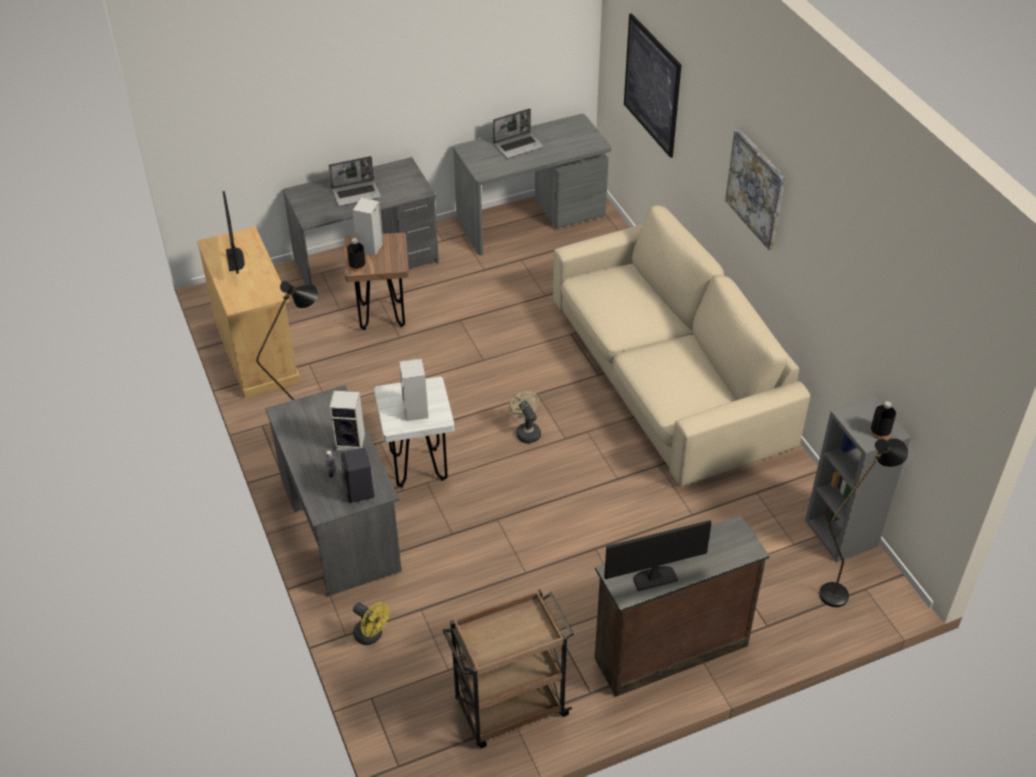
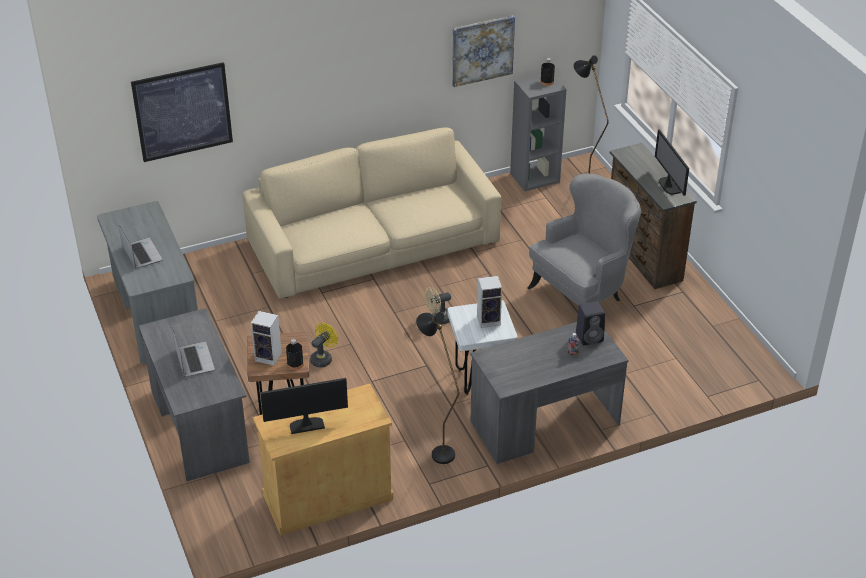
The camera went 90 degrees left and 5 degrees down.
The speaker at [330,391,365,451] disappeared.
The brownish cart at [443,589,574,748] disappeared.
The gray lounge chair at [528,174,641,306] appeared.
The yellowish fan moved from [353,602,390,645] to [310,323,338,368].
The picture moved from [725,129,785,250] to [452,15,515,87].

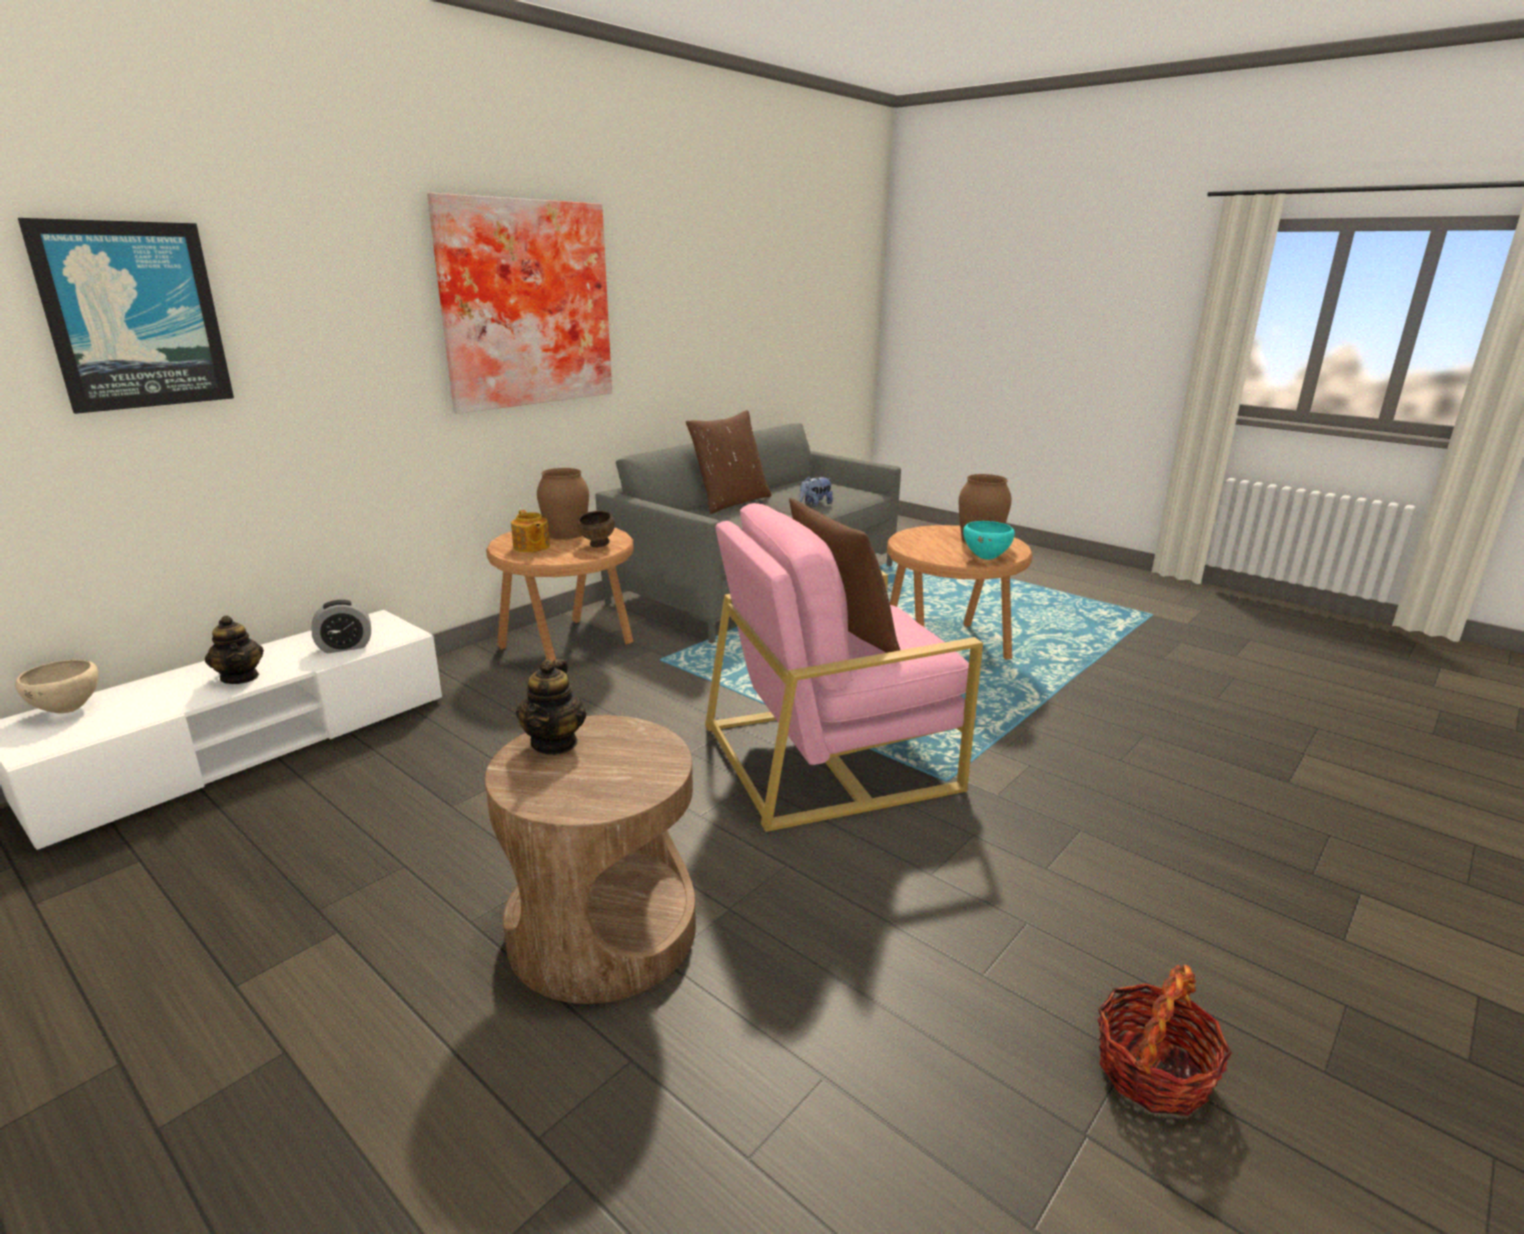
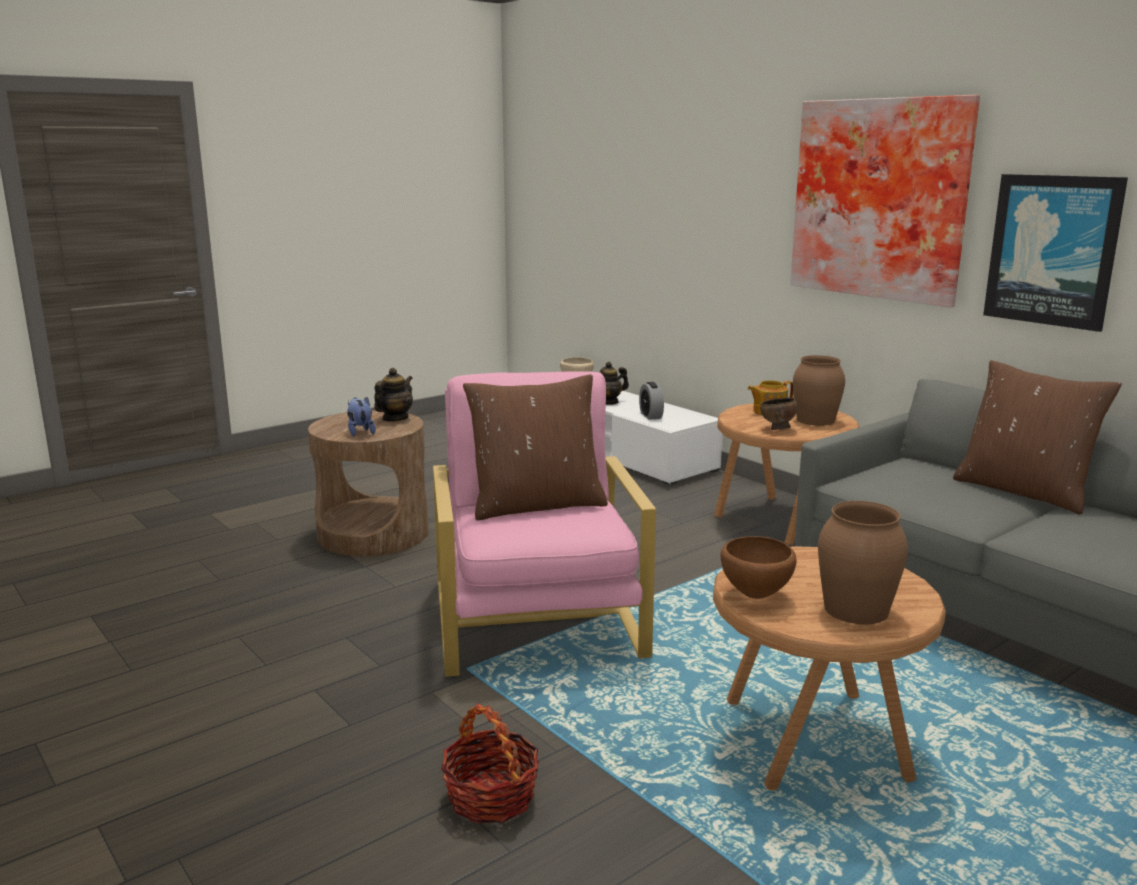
The camera went 100 degrees right and 5 degrees down.
The picture moved from [18,218,234,414] to [983,174,1128,332].
The soft toy moved from [799,476,833,507] to [347,397,376,436].
The basket moved from [1097,965,1232,1116] to [441,703,539,823].
The turquoise-coloured deep dish at [963,521,1015,560] became the brownish deep dish at [721,536,796,599].
The teapot at [516,659,586,755] turned 105 degrees clockwise.

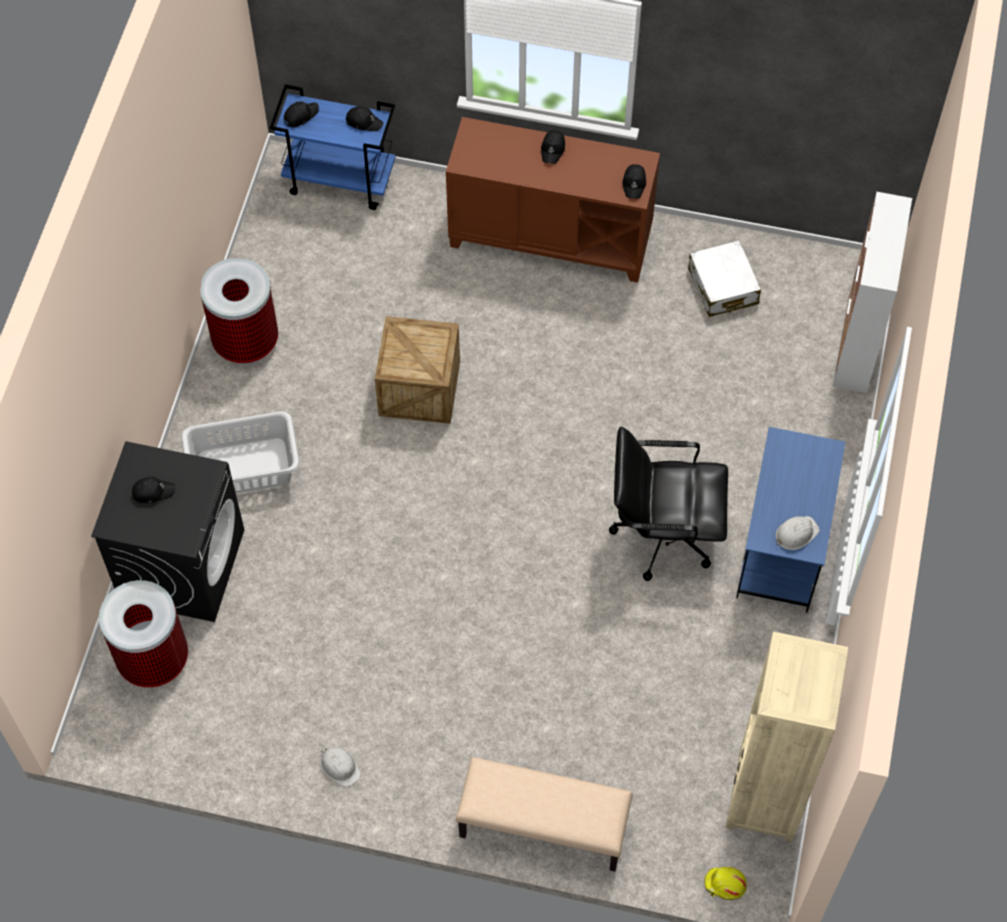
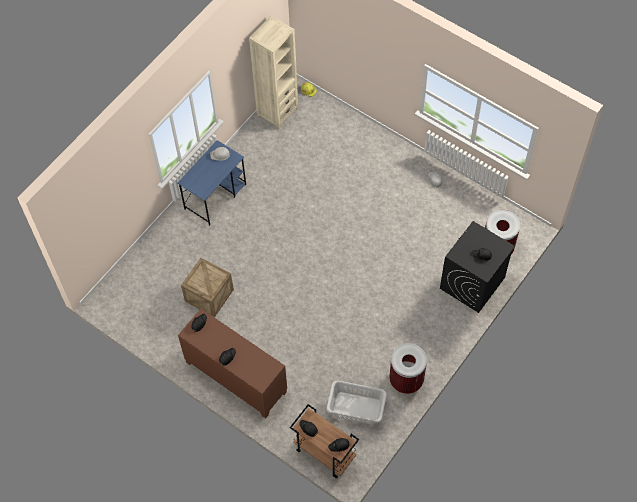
The camera went 155 degrees left and 0 degrees up.
The beige-coloured indoor bench at [456,757,633,871] disappeared.
The black desk chair at [609,427,728,581] disappeared.
The whitish piece of luggage at [688,240,761,317] disappeared.
The cupboard at [833,192,912,393] disappeared.
The gray hamper moved from [182,411,300,494] to [326,381,387,425].
The shipping crate moved from [375,316,460,424] to [181,258,234,317].
The blue cart at [270,84,395,210] became the brownish cart at [290,404,359,478].

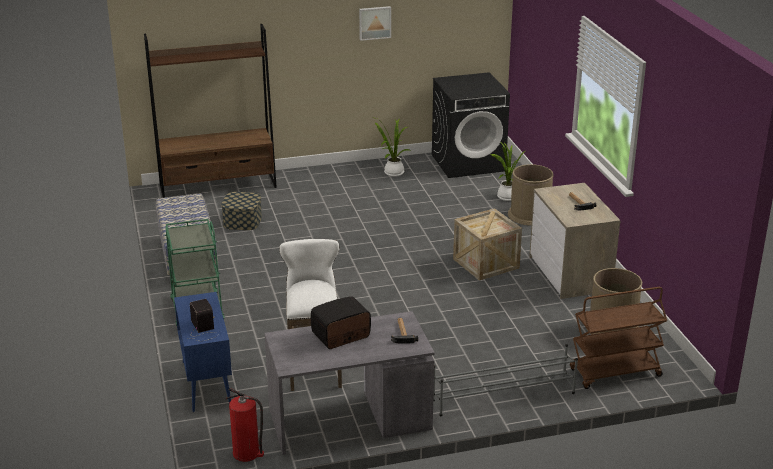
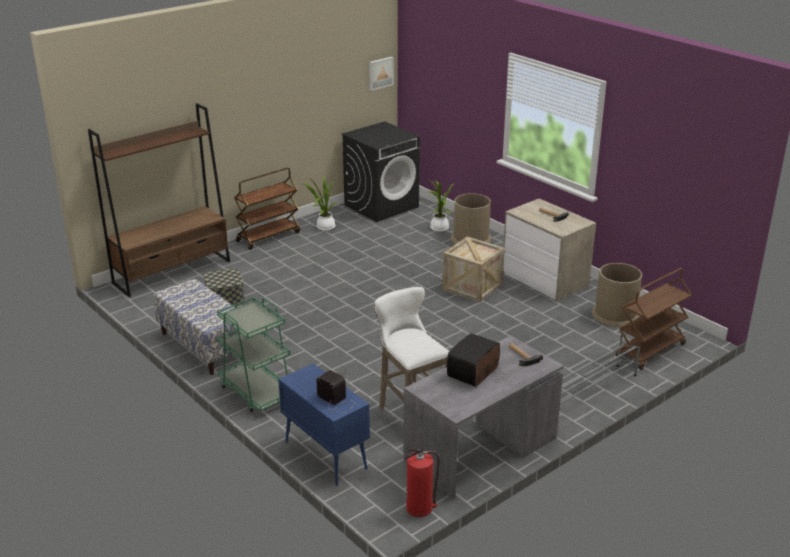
The camera went 25 degrees left and 0 degrees up.
The brownish cart at [234,168,300,250] appeared.
The picture moved from [359,6,391,41] to [369,57,394,90].

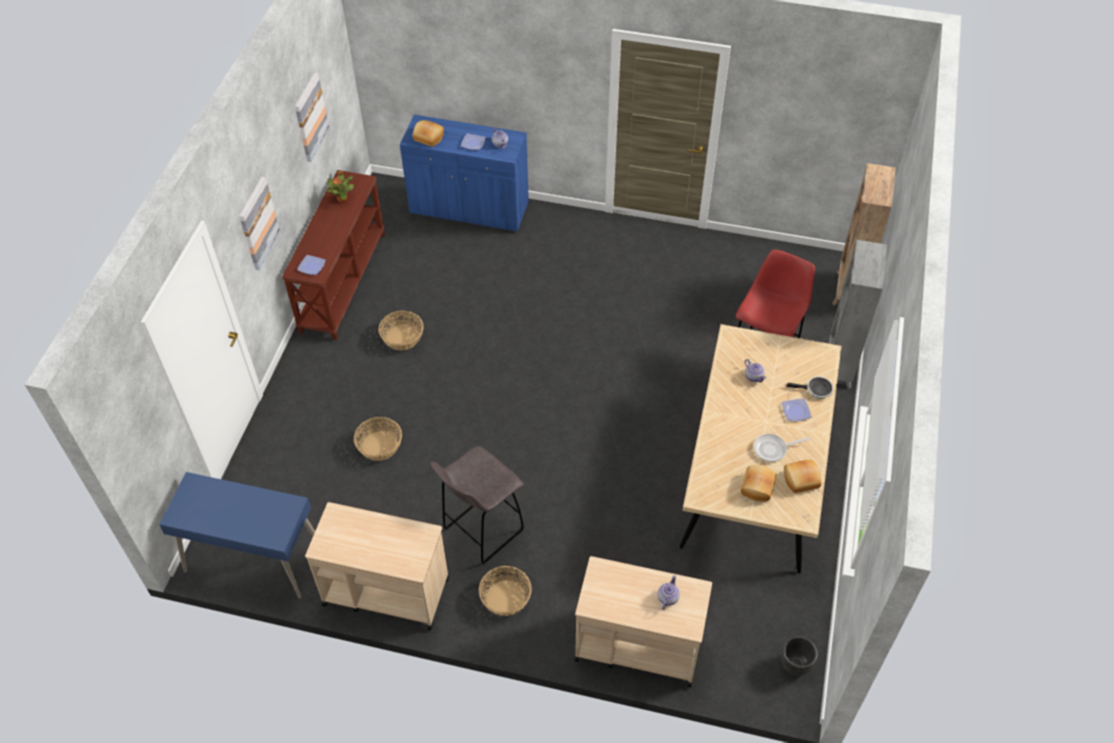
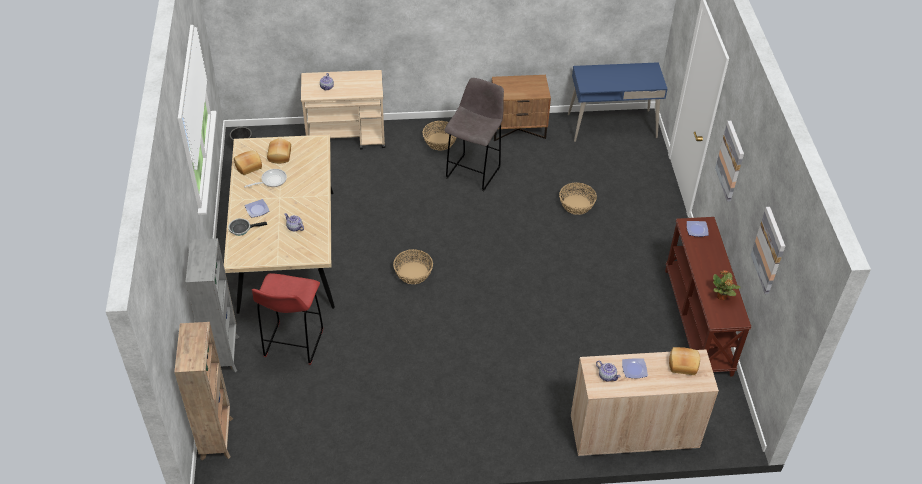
The camera went 160 degrees right and 5 degrees down.
The basket moved from [378,311,423,350] to [393,249,433,284].
The beige-coloured cart at [305,502,449,630] was replaced by the brownish nightstand at [492,75,551,141].
The blue cupboard at [400,115,529,231] became the beige-coloured cupboard at [571,349,719,456].

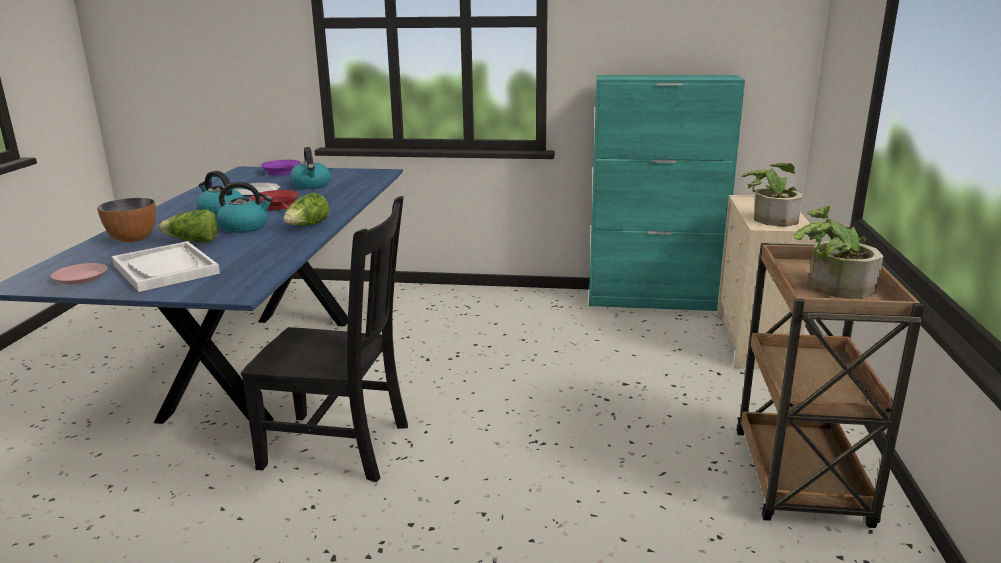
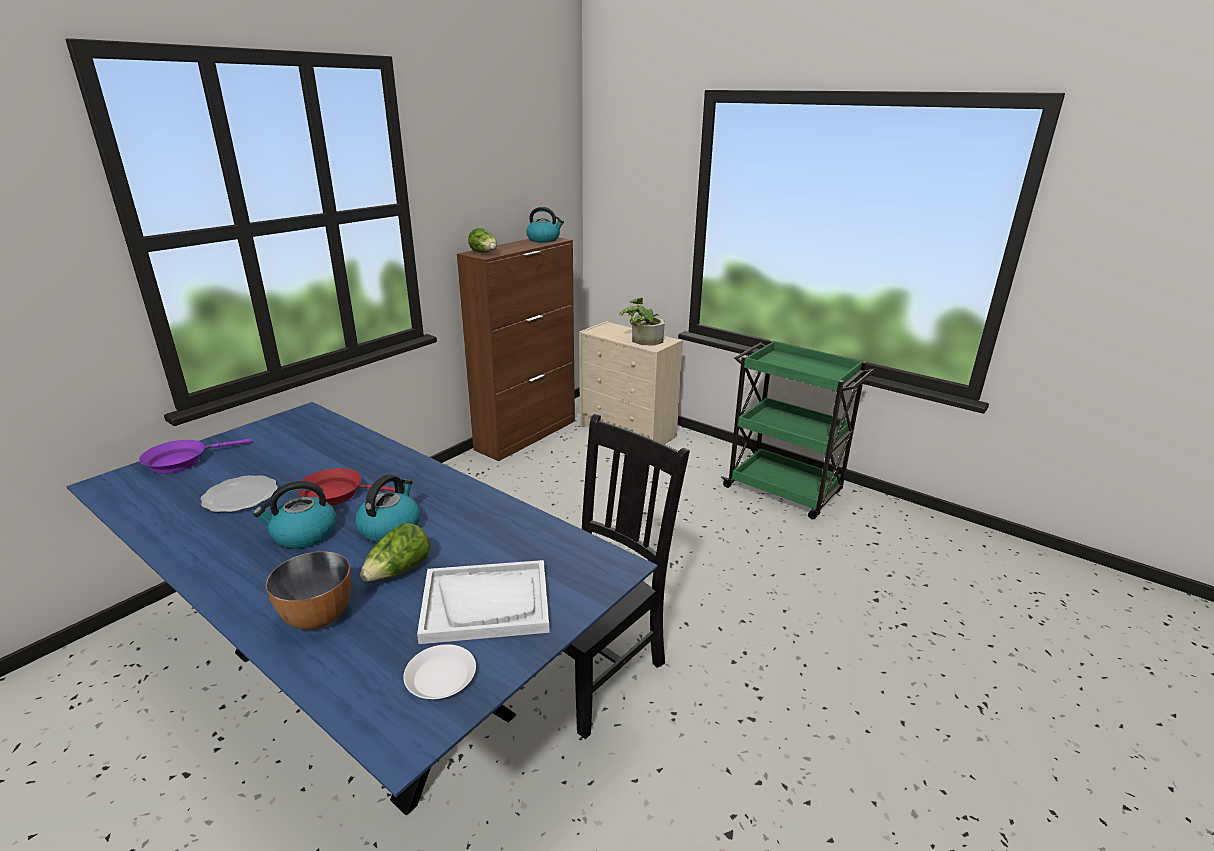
The camera went 60 degrees left and 5 degrees up.
The potted plant at [794,206,883,299] disappeared.
The lettuce head moved from [283,193,329,225] to [468,228,497,253].
The water kettle moved from [290,147,331,189] to [526,207,564,242].
The pinkish plate at [51,263,107,285] became the whitish plate at [403,644,476,699].
The turquoise-coloured cupboard at [589,75,745,311] became the brownish cupboard at [457,237,575,461].
The brownish cart at [736,243,925,528] became the green cart at [721,340,875,519].

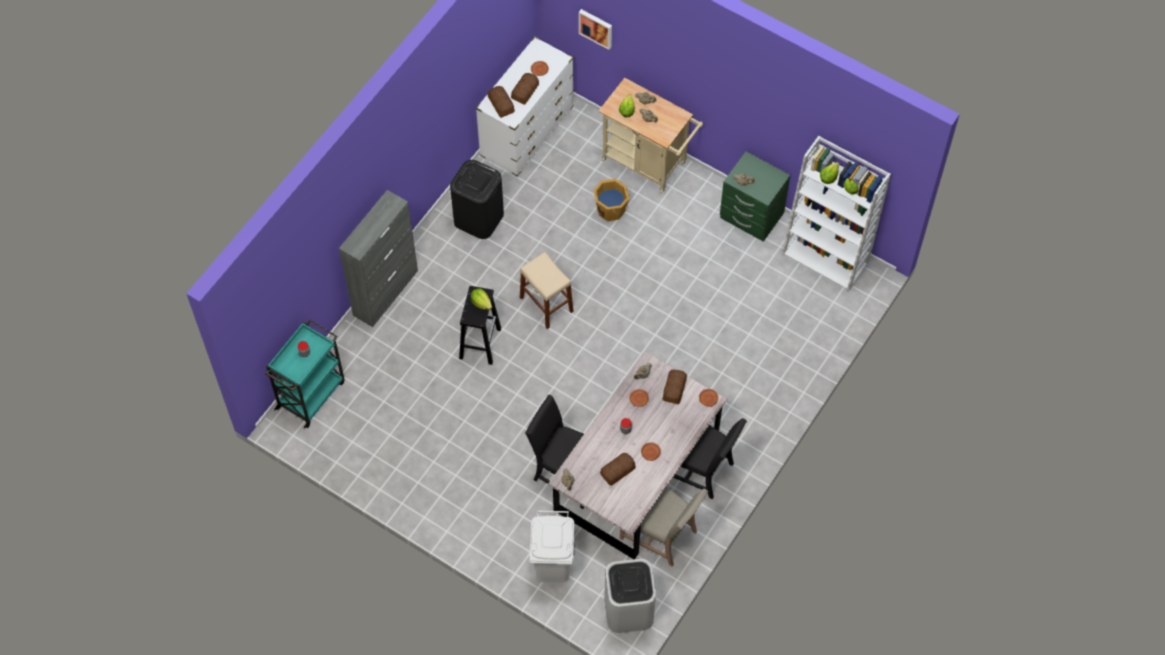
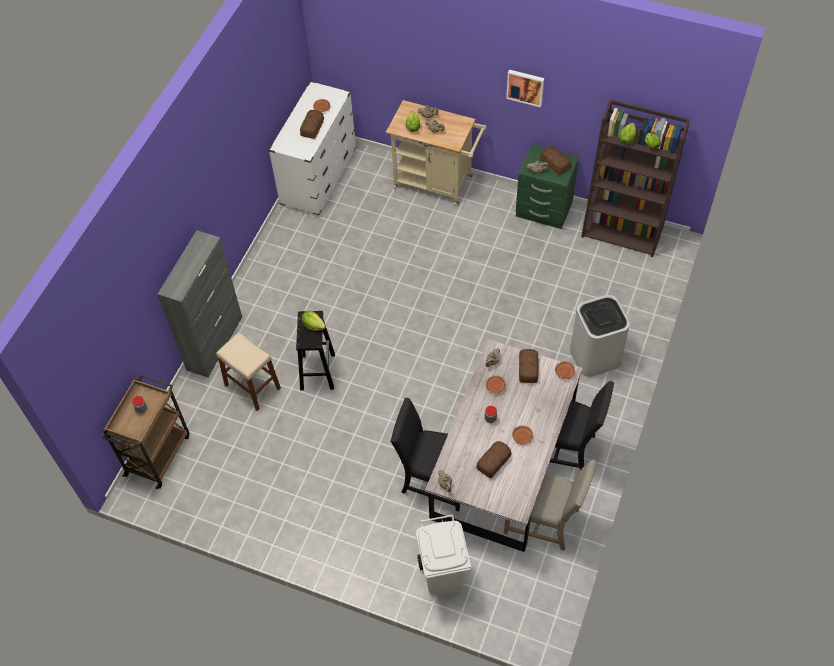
The camera went 10 degrees left and 5 degrees down.
The black waste bin at [450,160,504,239] disappeared.
The orange water bucket at [594,179,630,221] disappeared.
The bakery bread moved from [488,86,515,118] to [540,146,571,175].
The beige-coloured stool seat moved from [520,252,574,329] to [216,332,281,411].
The picture moved from [579,9,612,50] to [506,70,544,108].
The whitish waste bin moved from [605,559,656,633] to [570,295,630,377].
The turquoise-coloured cart at [265,319,345,428] became the brownish cart at [103,375,189,489].
The whitish shelving unit at [781,136,891,292] became the brownish shelving unit at [581,99,690,257].

